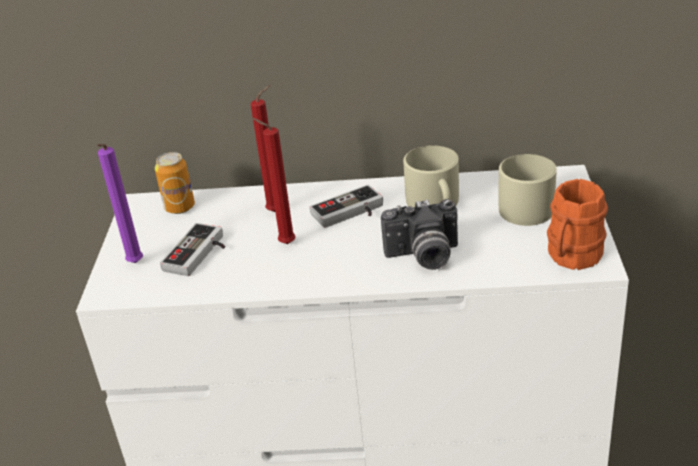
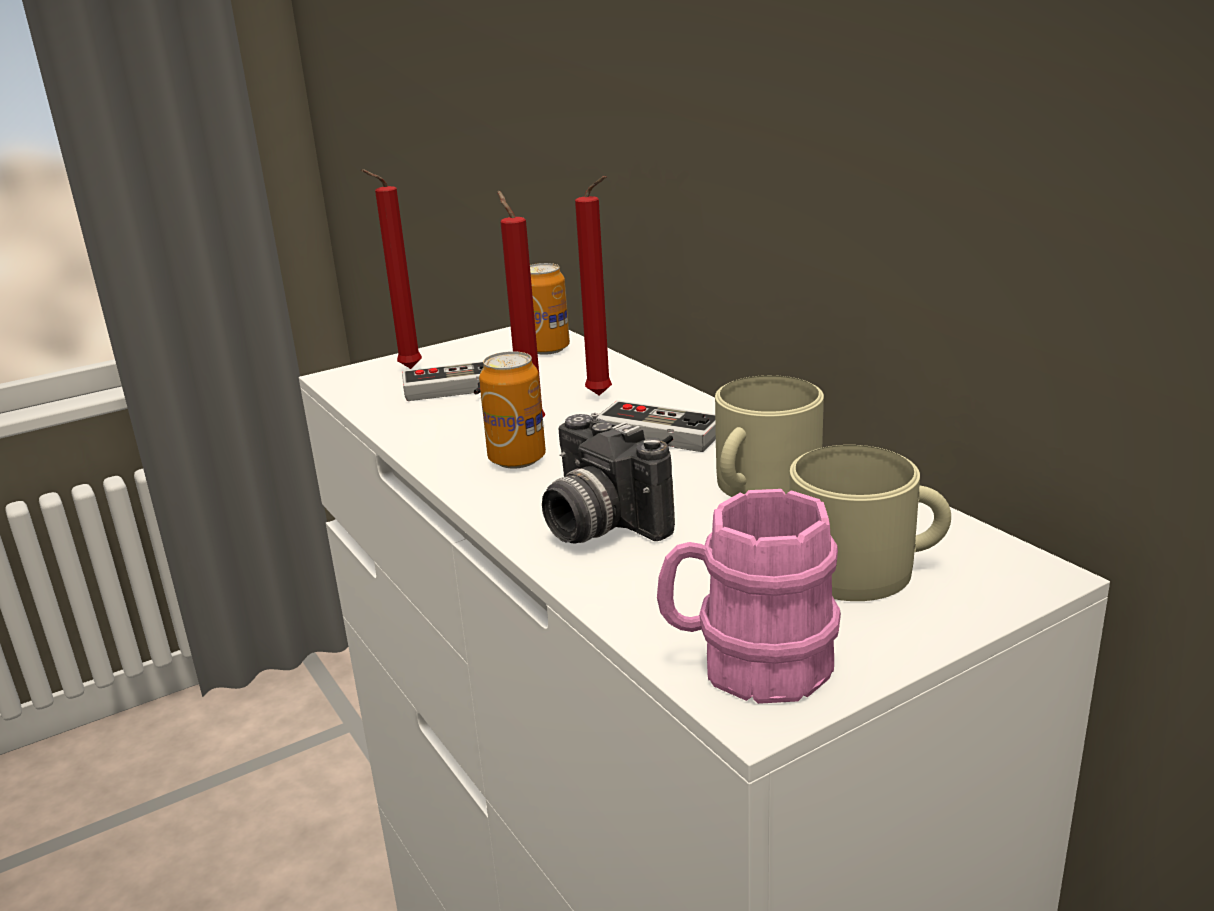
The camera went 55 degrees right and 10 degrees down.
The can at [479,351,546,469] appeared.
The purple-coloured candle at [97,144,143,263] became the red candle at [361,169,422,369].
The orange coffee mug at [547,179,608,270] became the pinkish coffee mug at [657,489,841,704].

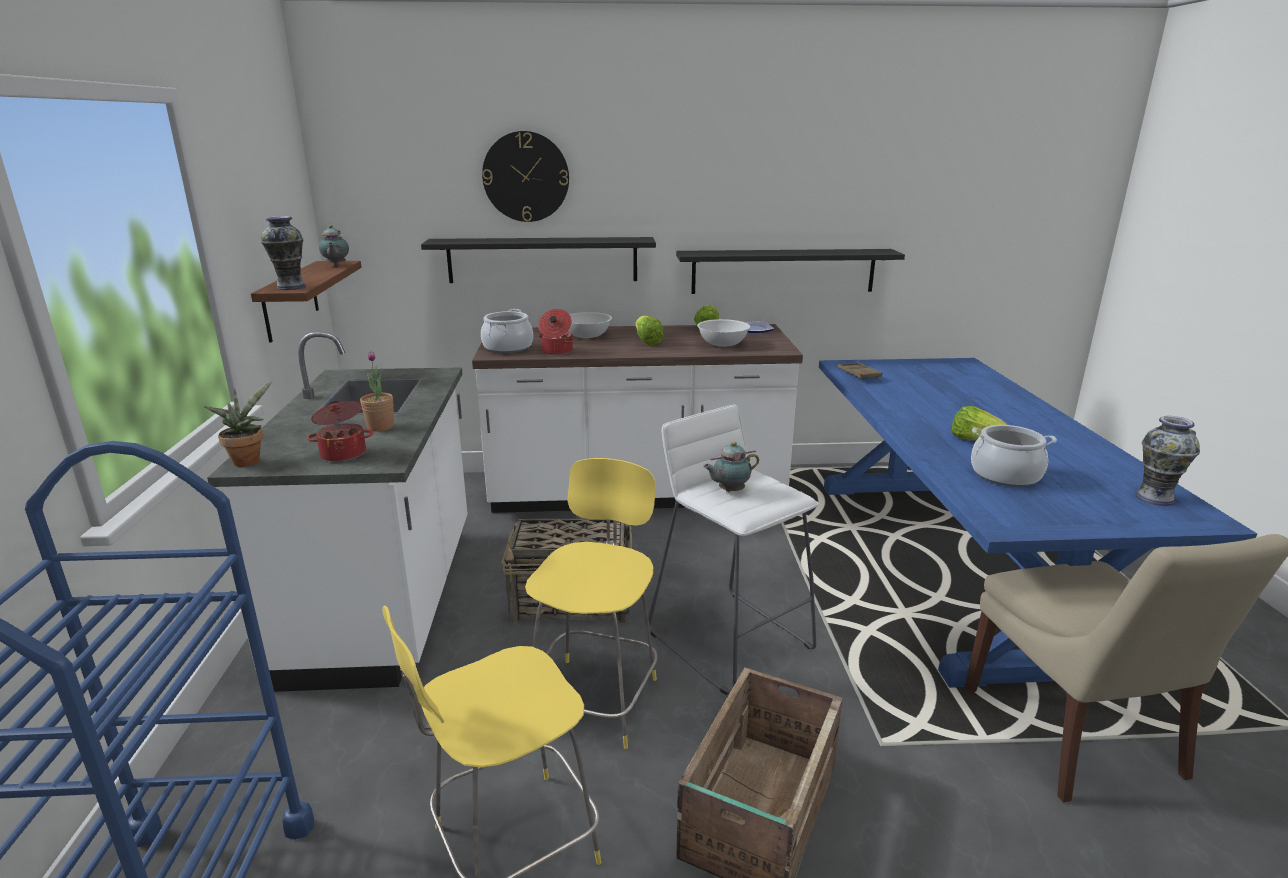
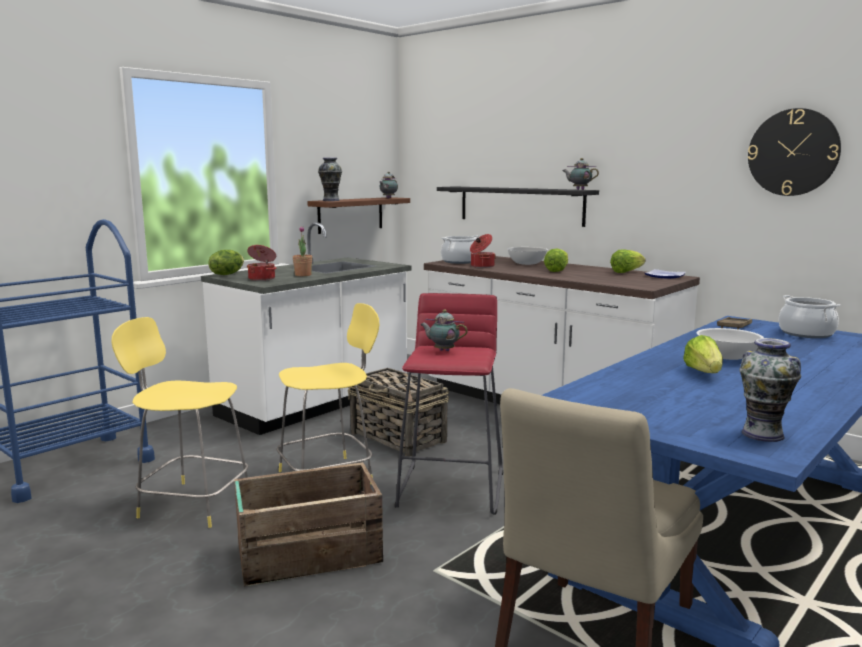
The camera went 45 degrees right and 10 degrees down.
The black shelf at [676,249,905,294] disappeared.
The teapot at [563,158,599,190] appeared.
The wall clock moved from [482,131,569,222] to [748,108,841,196].
The whitish deep dish moved from [697,319,750,347] to [696,328,764,360].
The saucepot moved from [971,425,1057,487] to [779,295,840,338].
The potted plant at [204,381,272,467] was replaced by the lettuce head at [208,250,244,275].
The whitish stool seat at [648,405,819,695] became the red stool seat at [395,293,503,515].

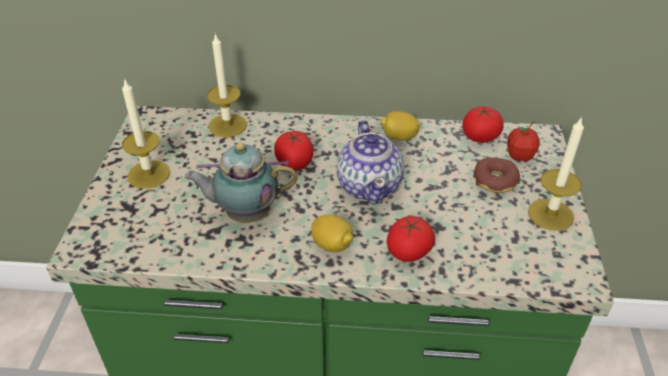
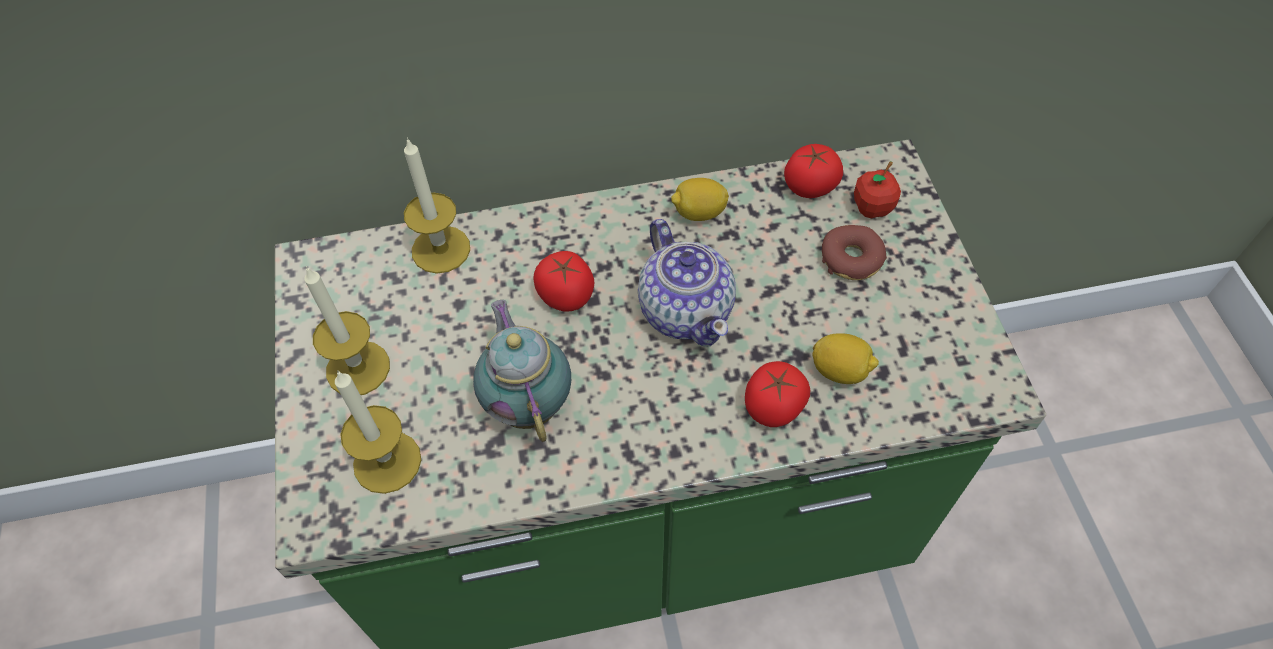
The camera went 15 degrees left and 15 degrees up.
The citrus fruit moved from [311,214,353,252] to [812,333,879,384].
The candle moved from [528,117,584,231] to [335,370,421,494].
The teapot at [185,143,298,223] turned 90 degrees clockwise.

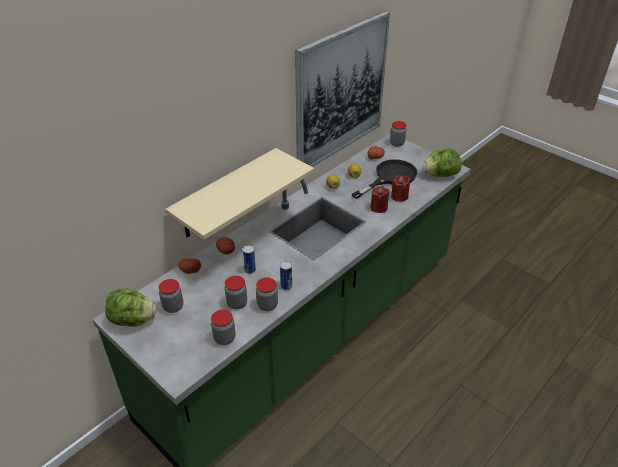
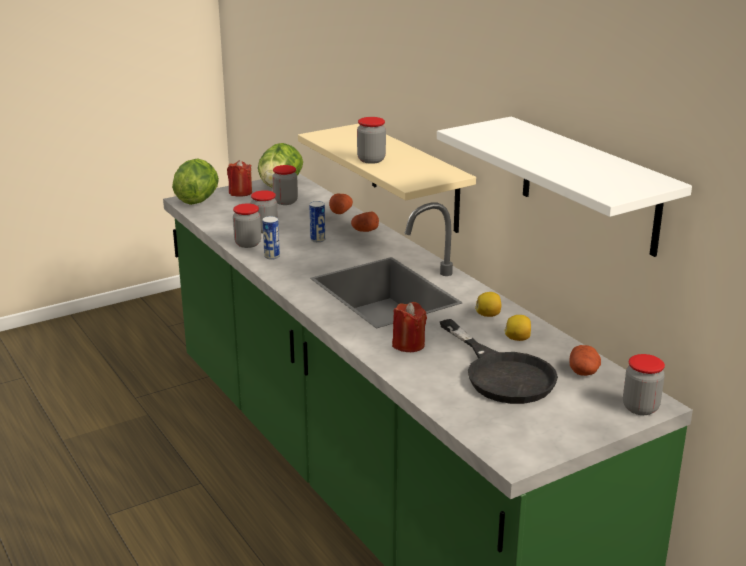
The camera went 105 degrees right and 15 degrees down.
The jar moved from [211,310,235,345] to [357,117,386,164].
The red candle moved from [391,175,410,202] to [227,160,252,197].
The lettuce head moved from [423,148,462,177] to [172,159,219,205].
The picture at [295,11,390,167] was replaced by the whitish shelf at [437,116,692,257].

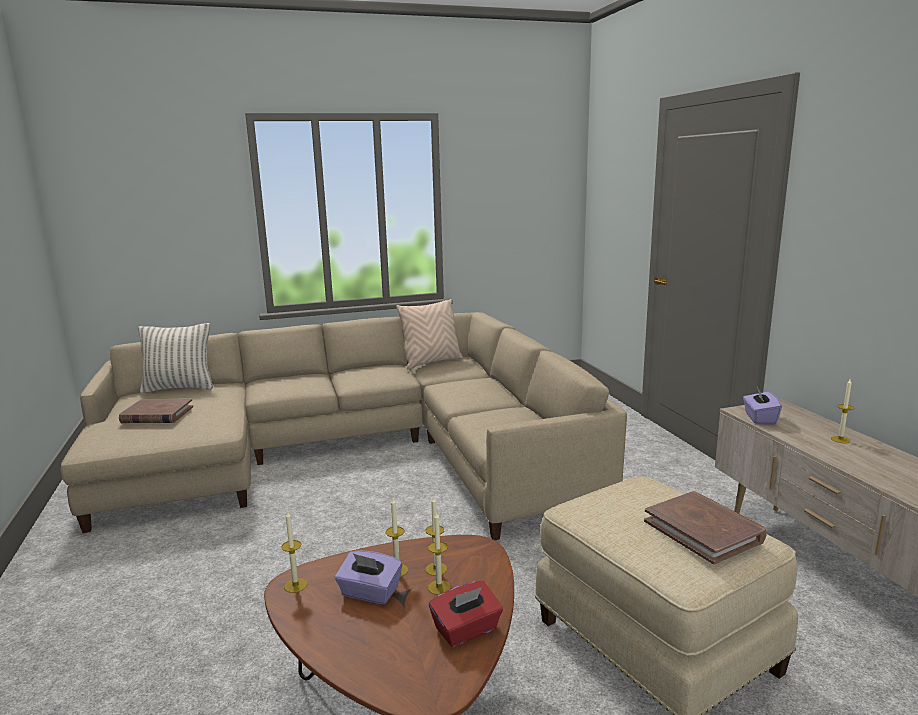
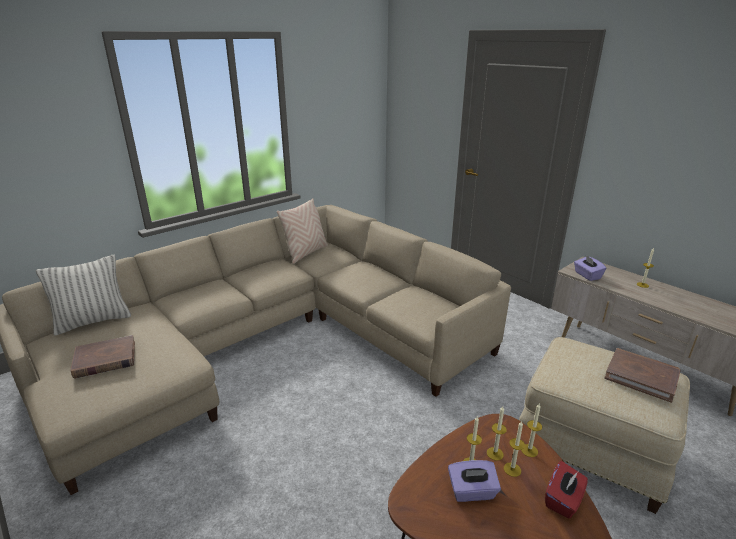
The camera went 25 degrees left and 10 degrees up.
The candle moved from [281,510,307,593] to [521,404,542,457].

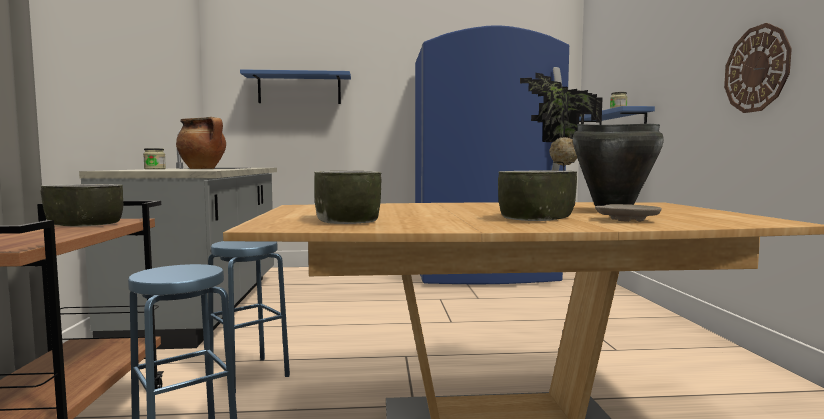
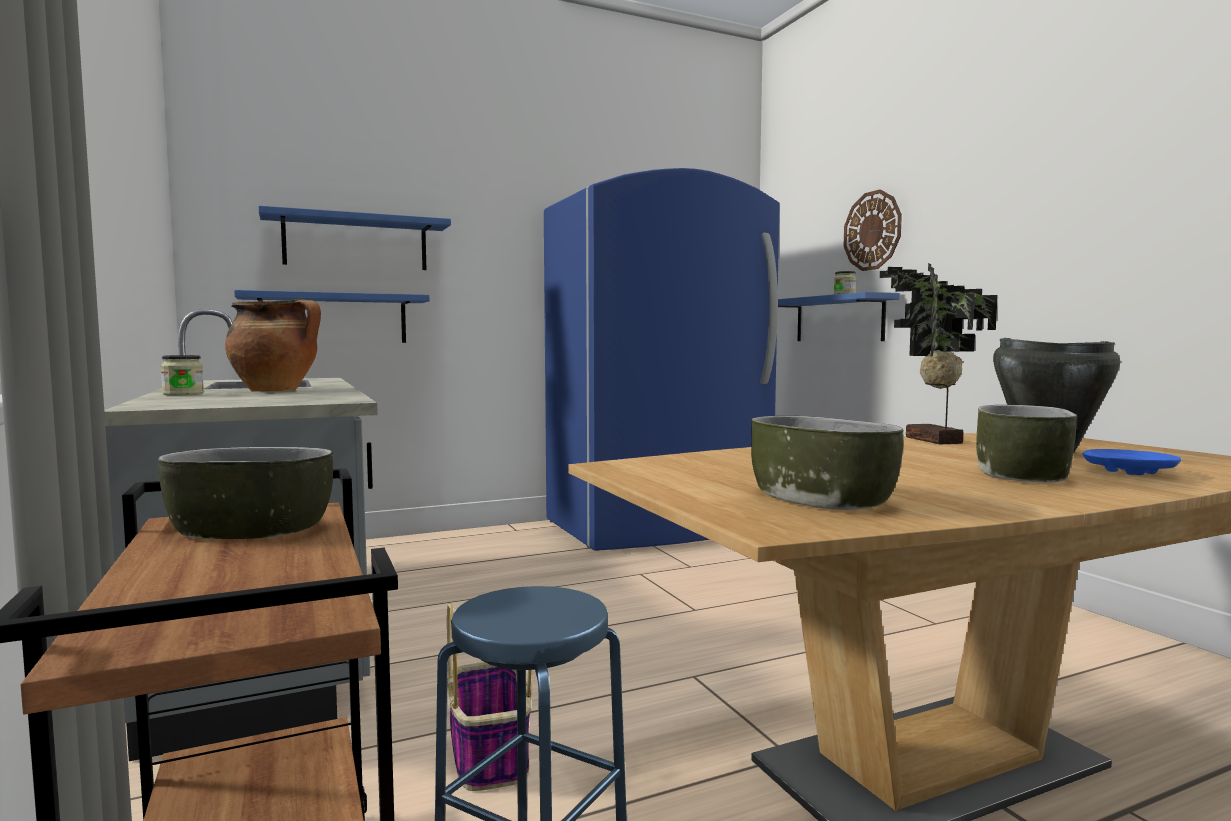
The camera went 20 degrees left and 0 degrees up.
The blue shelf at [234,290,430,343] appeared.
The wall clock moved from [724,23,792,113] to [844,189,902,271].
The blue stool seat at [208,241,290,393] was replaced by the basket at [447,603,532,791].
The beige-coloured plate at [595,204,662,222] became the blue plate at [1082,449,1181,475].

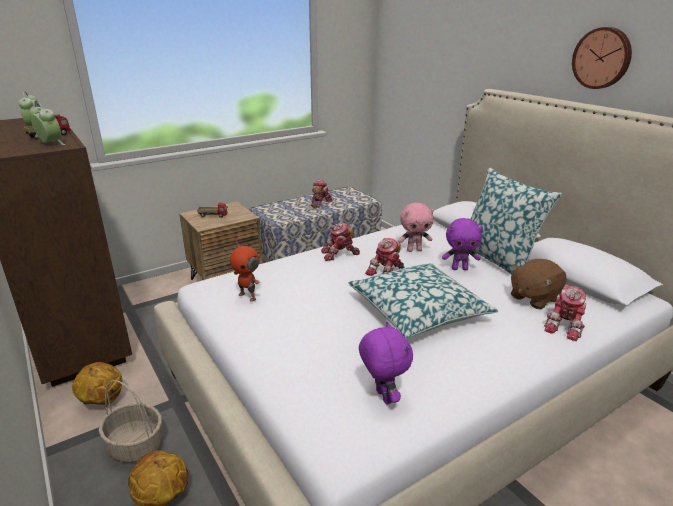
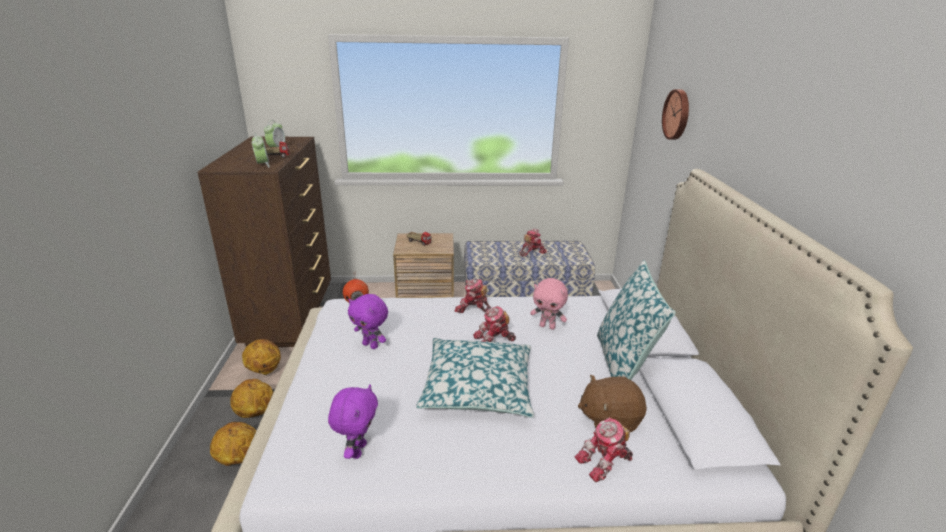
The camera went 30 degrees right and 0 degrees up.
The purple-coloured soft toy moved from [442,218,483,270] to [348,294,388,349].
The wall clock moved from [572,27,632,89] to [662,89,689,140].
The basket at [99,380,163,462] was replaced by the ball for basketball at [230,379,274,418].

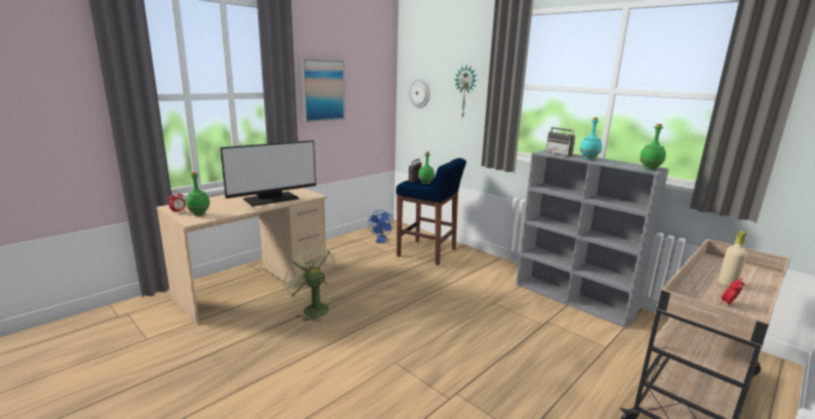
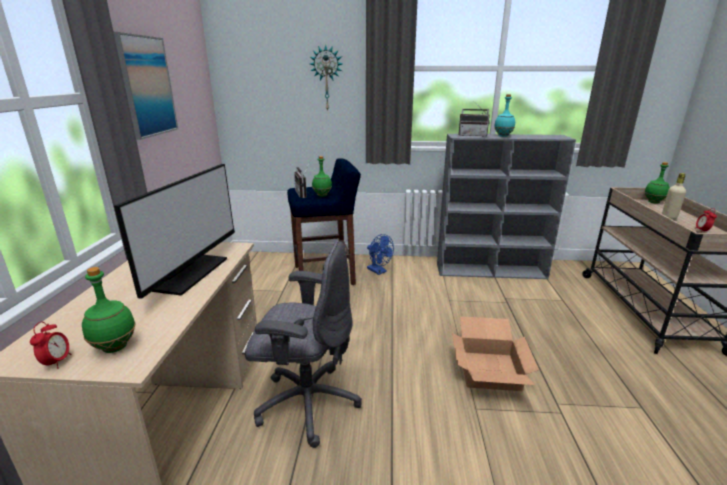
The camera went 40 degrees left and 5 degrees up.
The wall clock at [409,78,430,108] disappeared.
The packing box at [452,316,539,391] appeared.
The blue fan moved from [368,210,394,243] to [367,234,394,275].
The green beverage bottle moved from [640,124,666,170] to [645,162,670,204].
The green fan at [282,246,335,322] was replaced by the gray desk chair at [245,240,362,448].

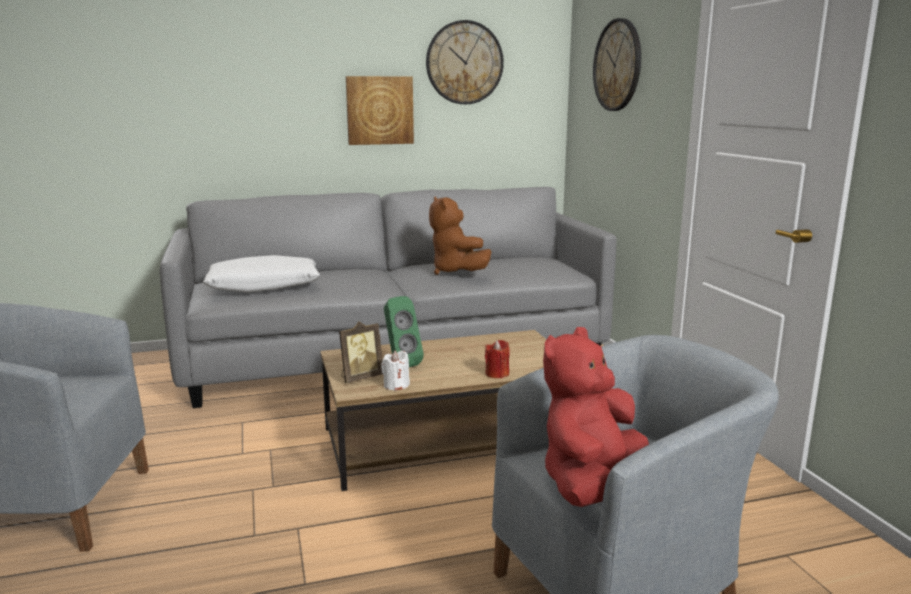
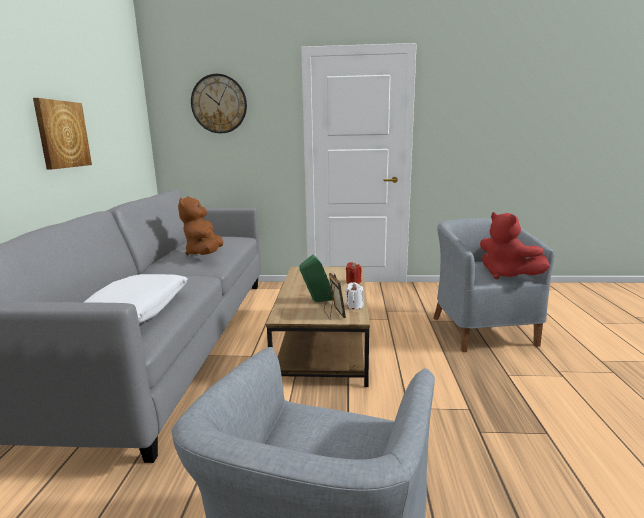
The camera went 70 degrees left and 0 degrees up.
The wall clock at [426,20,504,104] disappeared.
The brownish soft toy at [429,196,491,275] turned 90 degrees clockwise.

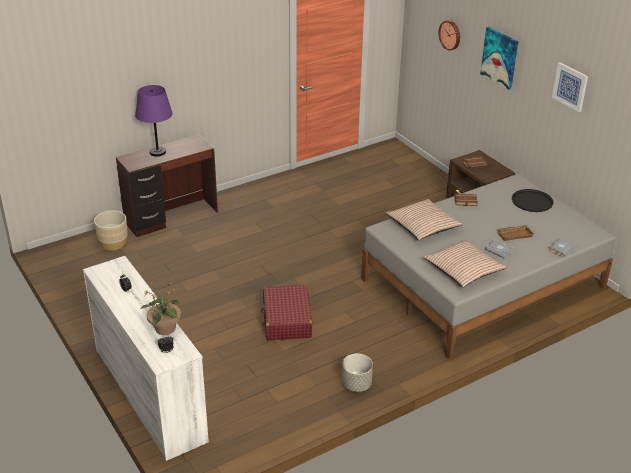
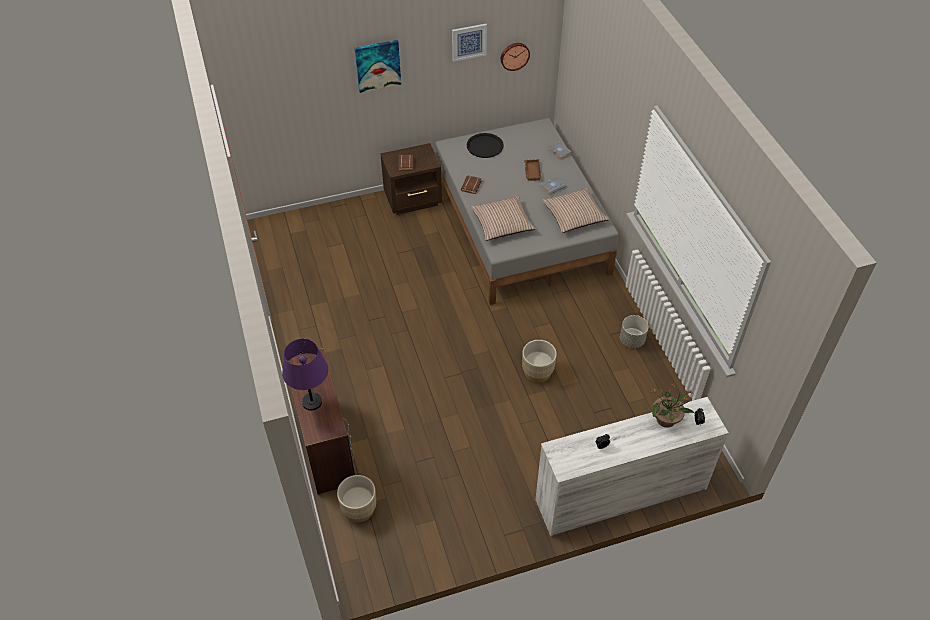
The camera went 75 degrees left and 15 degrees up.
The wall clock moved from [438,20,460,51] to [500,43,530,71].
The red piece of luggage at [261,285,312,340] was replaced by the beige-coloured planter at [522,340,557,383].

